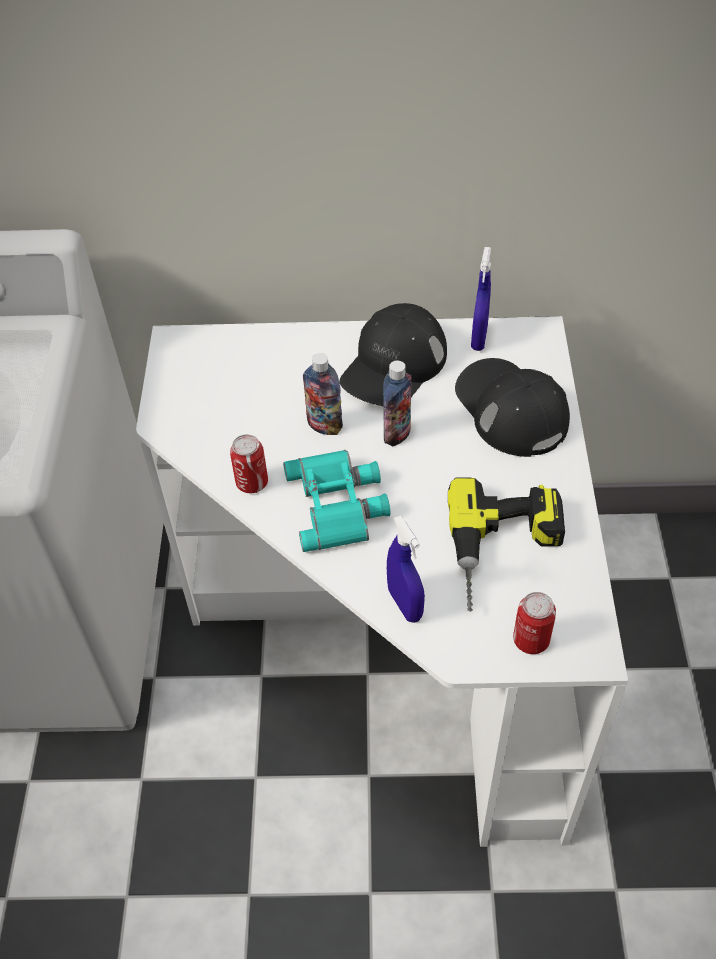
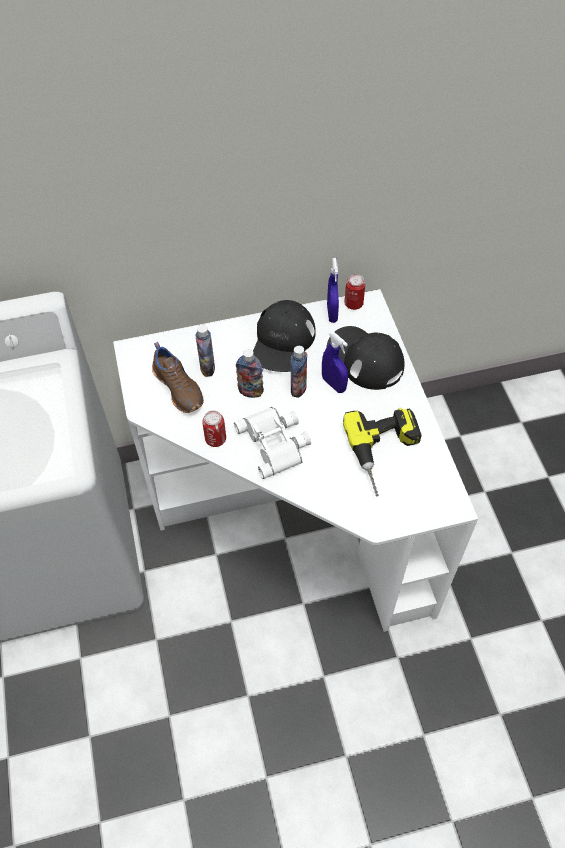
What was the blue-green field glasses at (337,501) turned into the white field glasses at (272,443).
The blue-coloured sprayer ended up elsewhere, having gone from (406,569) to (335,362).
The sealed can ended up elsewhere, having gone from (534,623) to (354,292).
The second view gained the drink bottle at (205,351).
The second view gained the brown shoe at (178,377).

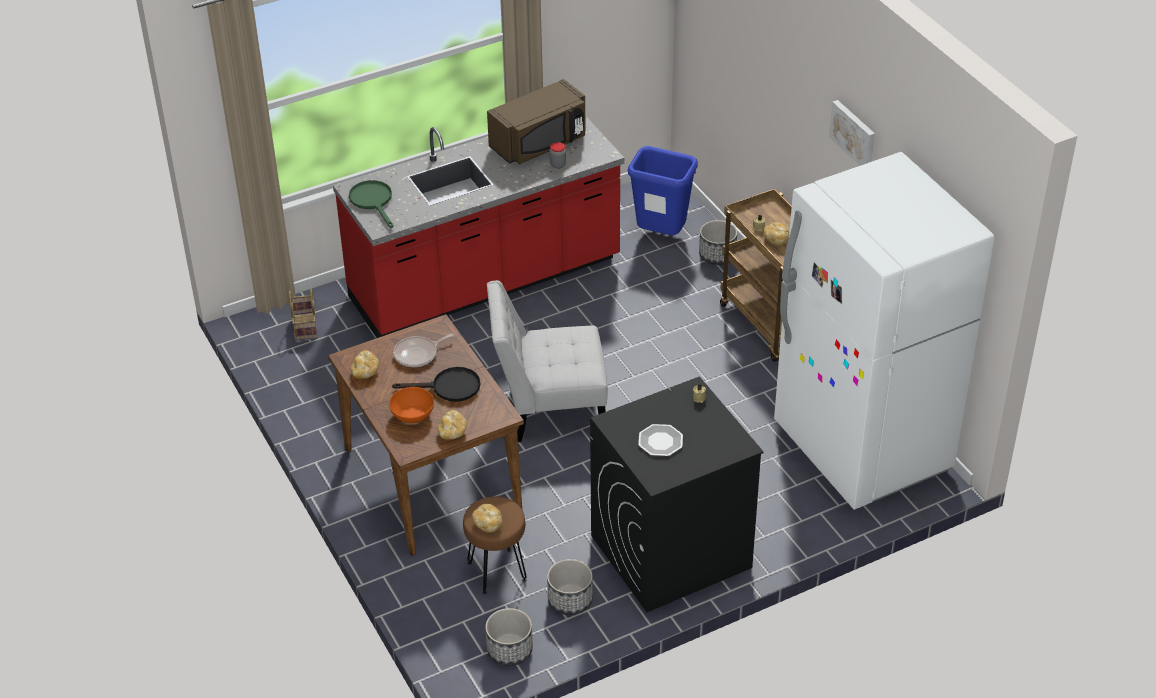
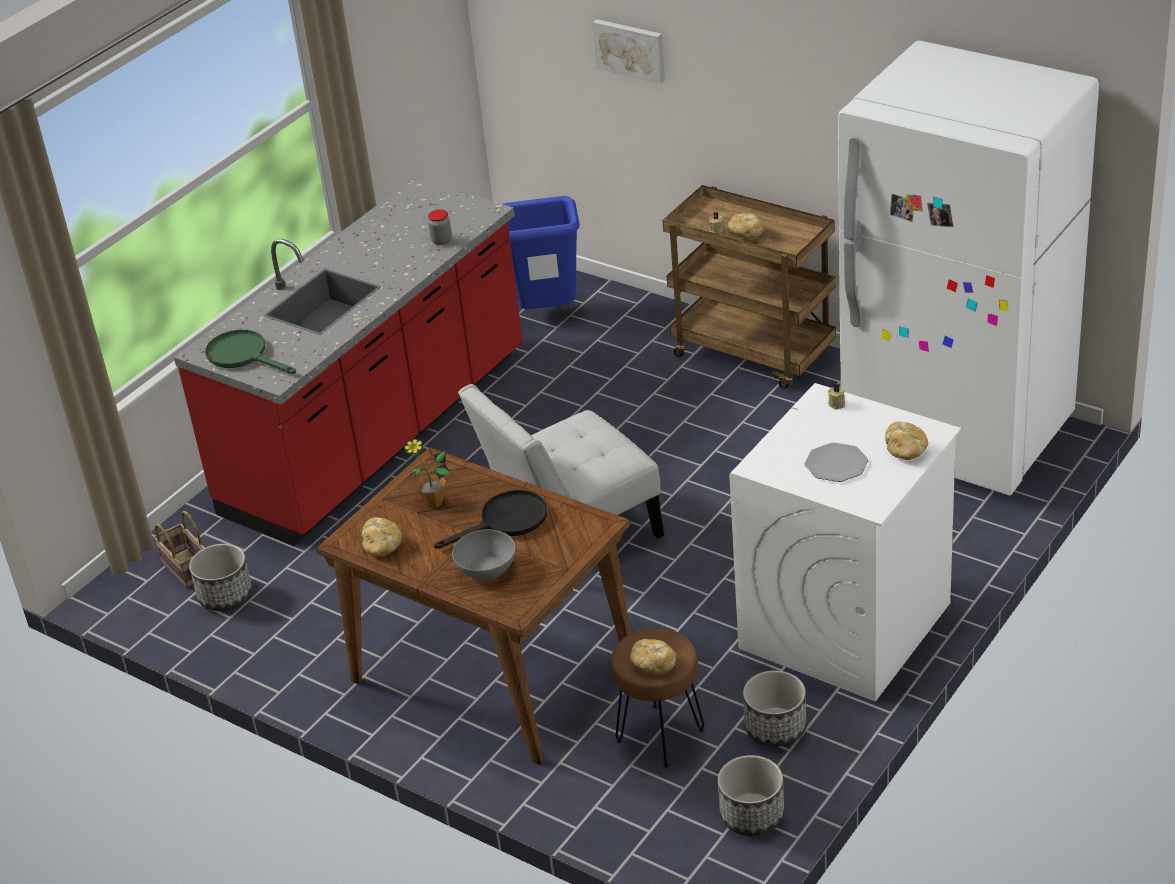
The second view lost the brown microwave oven at (536,121).
The picture ended up elsewhere, having gone from (852,133) to (629,51).
The flower pot ended up elsewhere, having gone from (718,242) to (220,577).
Where the skillet stood at (423,350), the plant in a pot came to stand at (426,473).
What was the blackish laundry appliance at (677,494) turned into the white laundry appliance at (845,542).
What was the orange bowl at (411,405) turned into the gray bowl at (484,554).
The baked bread ended up elsewhere, having gone from (452,425) to (906,441).

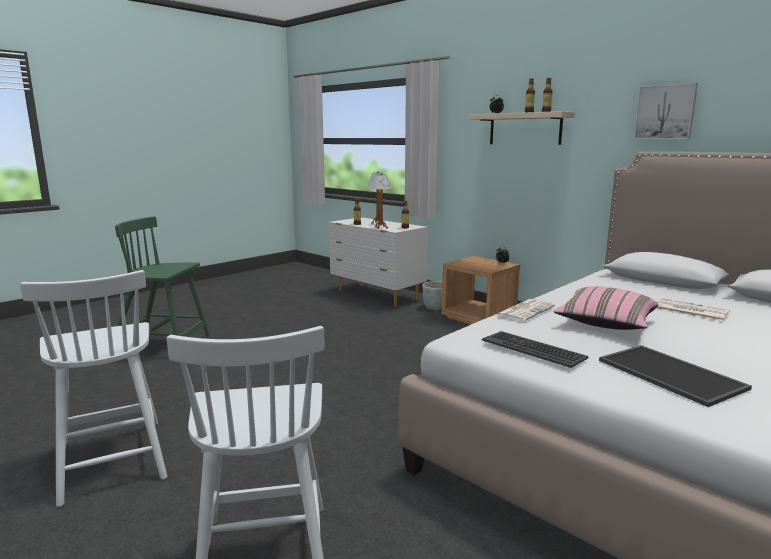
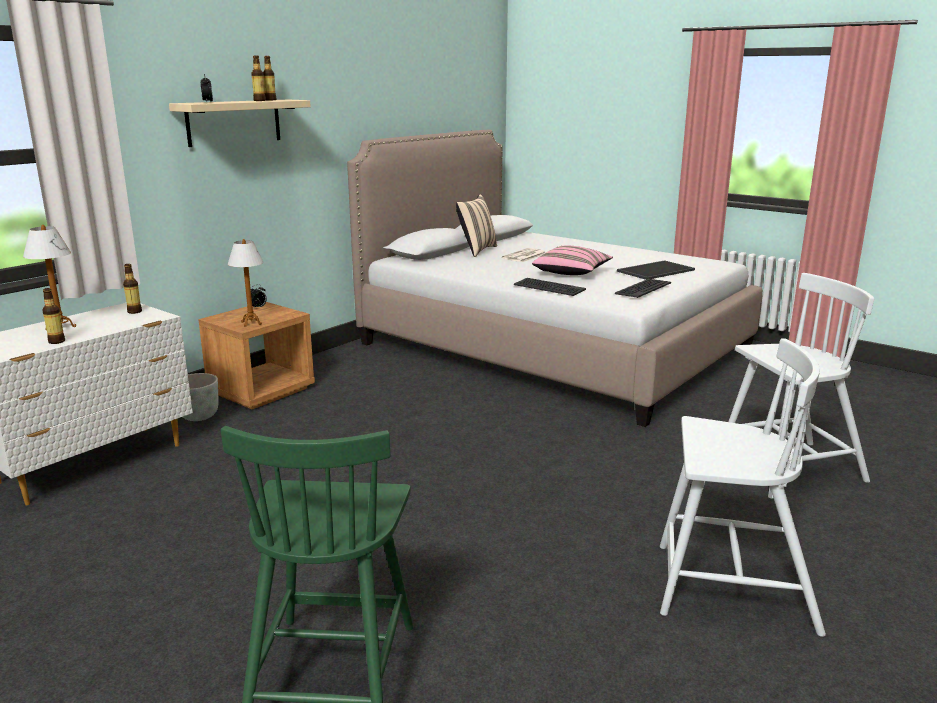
The second view lost the picture at (665,111).
The tabletop lamp ended up elsewhere, having gone from (381,201) to (245,283).
The white upright chair at (93,388) ended up facing another way, 45 degrees clockwise from before.
Where the printed paper stood at (524,310), the PC keyboard came to stand at (550,287).
The second view gained the beige-coloured cushion at (476,225).

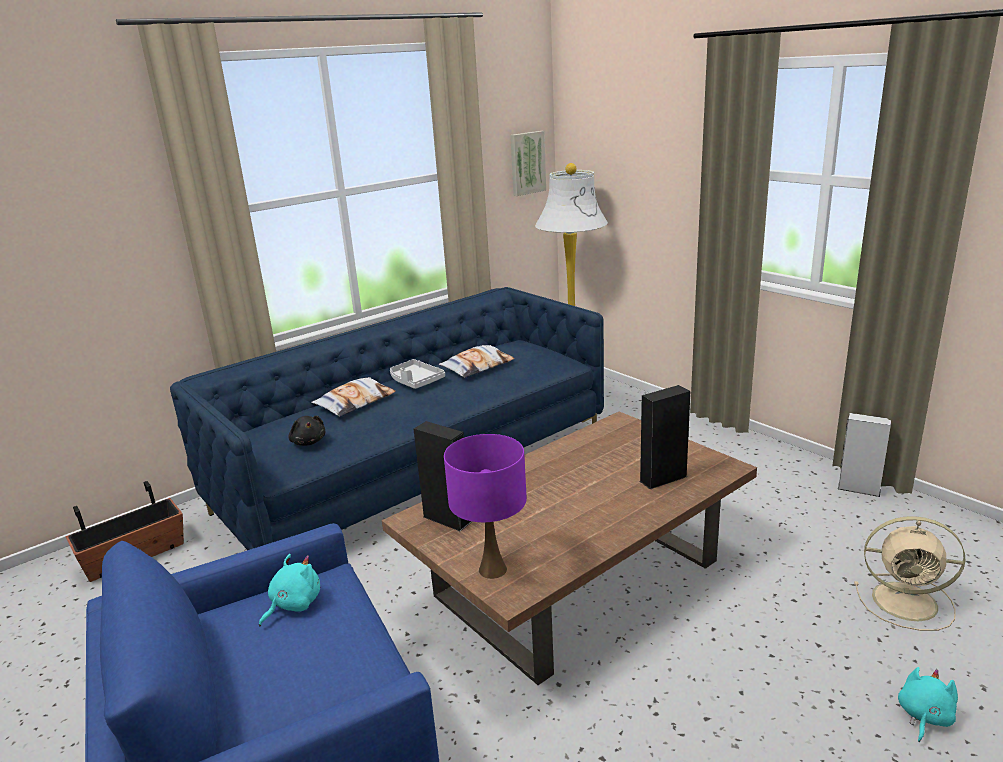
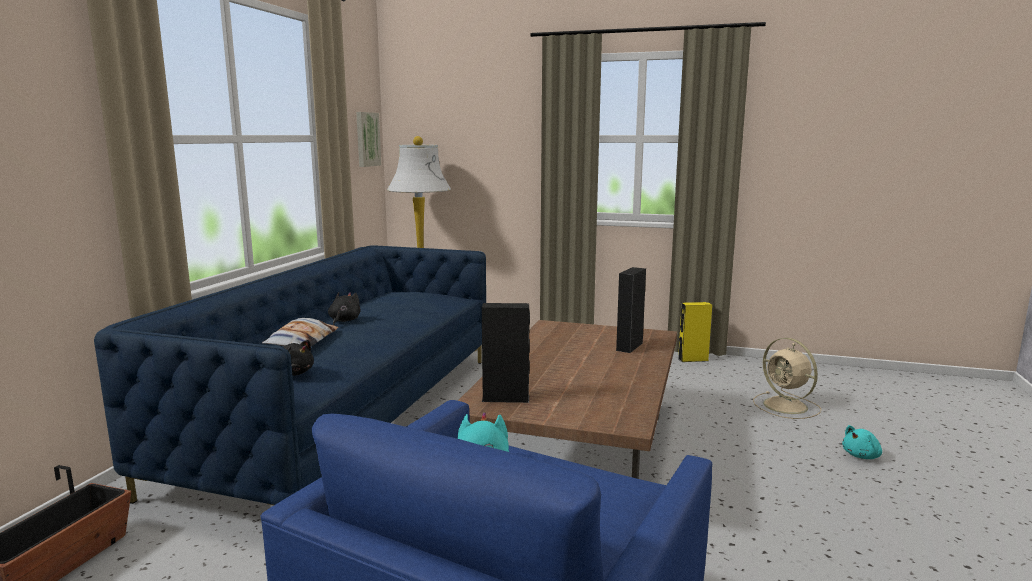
The second view lost the cushion at (477,361).
Where the gray carrying tray stood at (417,374), the blackish plush toy came to stand at (344,308).
What was the gray speaker at (864,455) turned into the yellowish speaker at (695,332).
The second view lost the purplish tabletop lamp at (485,506).
The beige-coloured electric fan at (909,573) ended up facing another way, 75 degrees clockwise from before.
The blue-green plush toy at (928,704) ended up facing another way, 120 degrees counterclockwise from before.

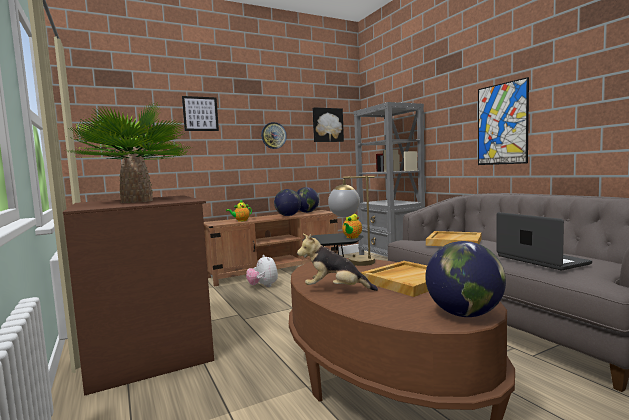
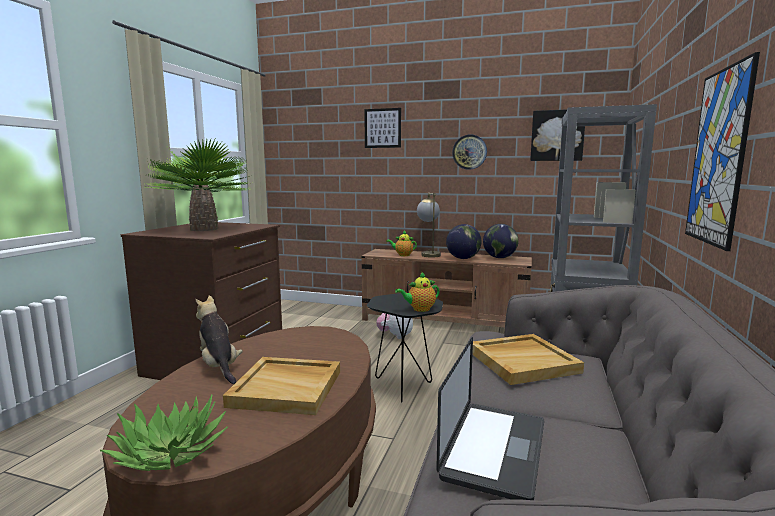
The tabletop lamp ended up elsewhere, having gone from (351,220) to (429,225).
Where the world globe stood at (465,279), the plant in a pot came to stand at (164,432).

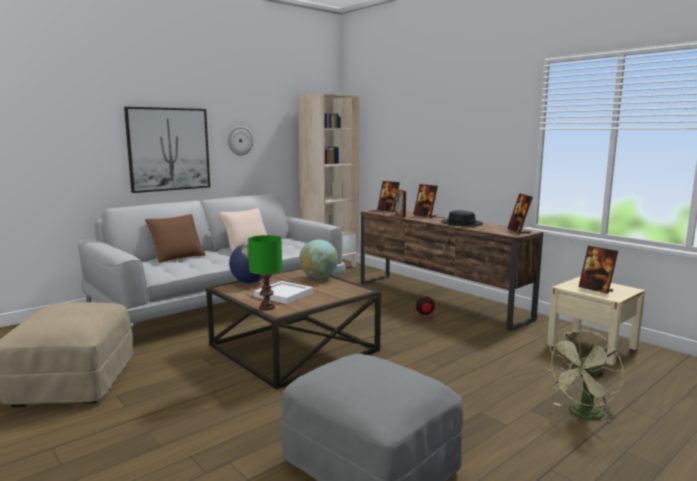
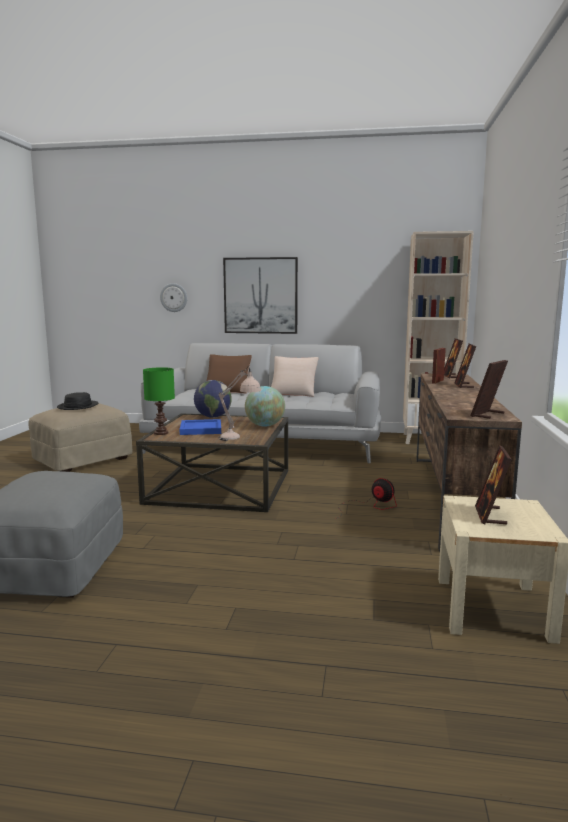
The wall clock ended up elsewhere, having gone from (241,140) to (173,297).
The blackish wearable hat ended up elsewhere, having gone from (462,218) to (77,401).
What was the white carrying tray at (283,292) turned into the blue-coloured carrying tray at (200,427).
The second view lost the greenish electric fan at (584,377).
The second view gained the beige-coloured tabletop lamp at (239,403).

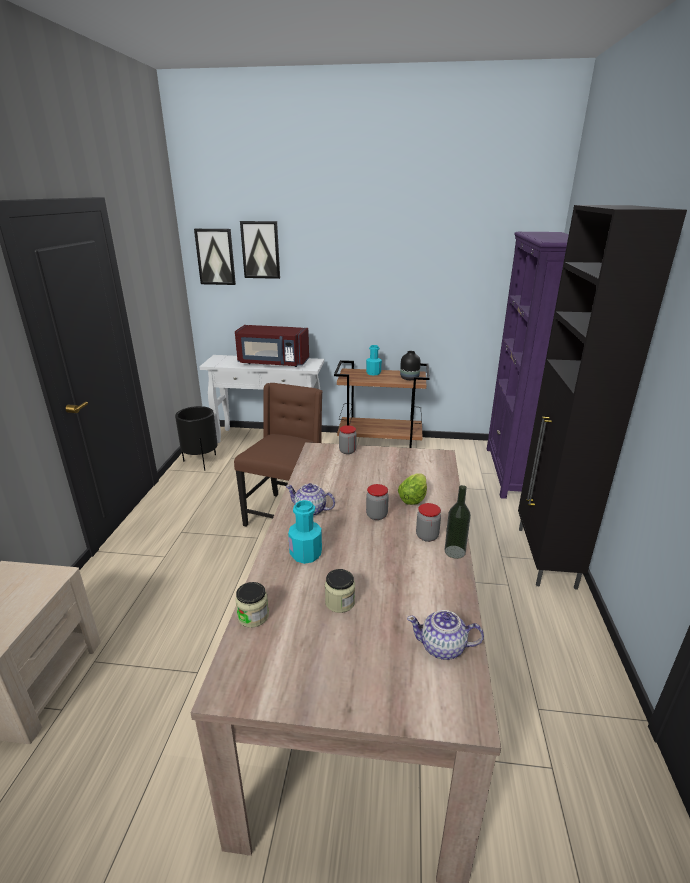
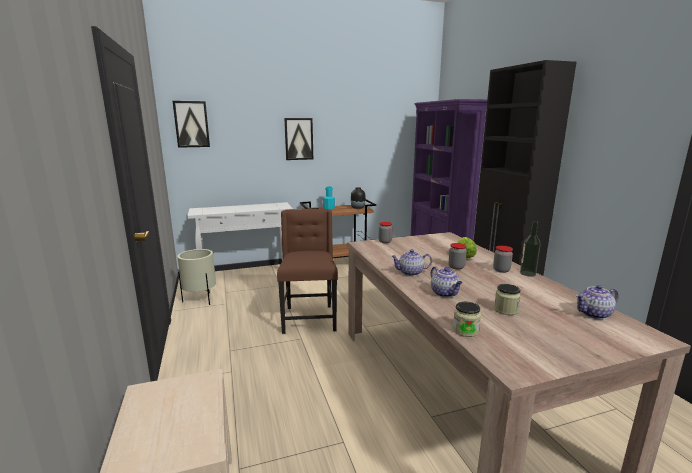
The picture ended up elsewhere, having gone from (260,250) to (298,139).
The second view lost the red-coloured microwave oven at (272,346).
What was the blackish flower pot at (196,438) turned into the beige-coloured flower pot at (196,277).
Where the blue-green drink bottle stood at (305,532), the tea pot came to stand at (447,281).

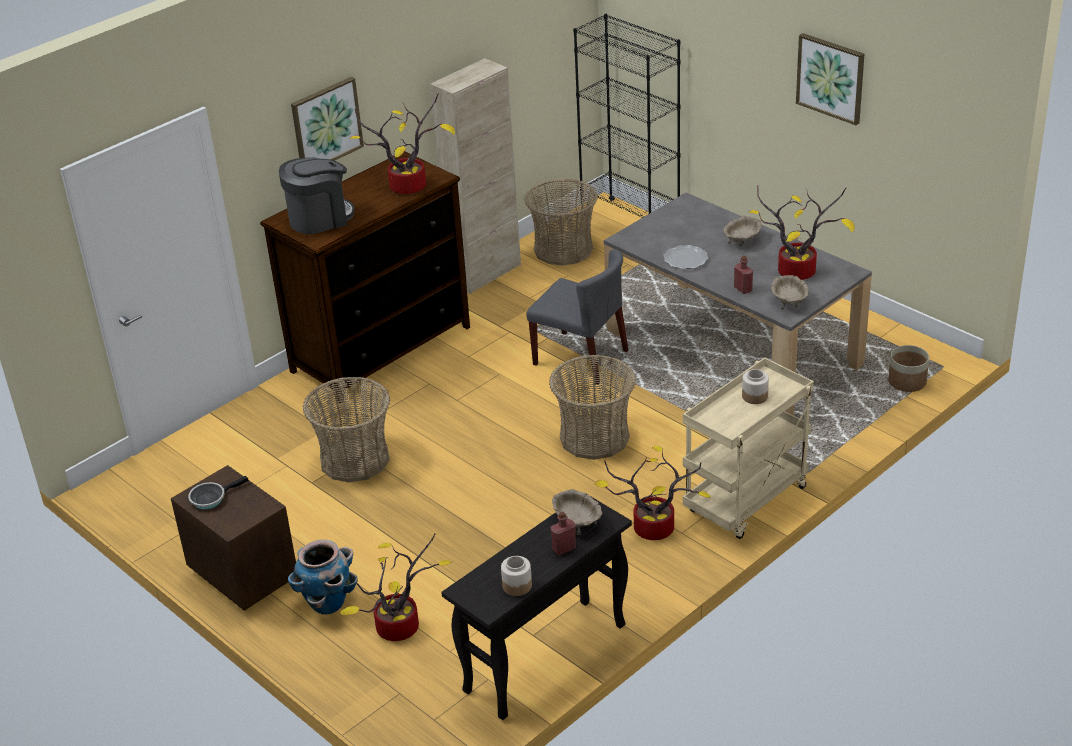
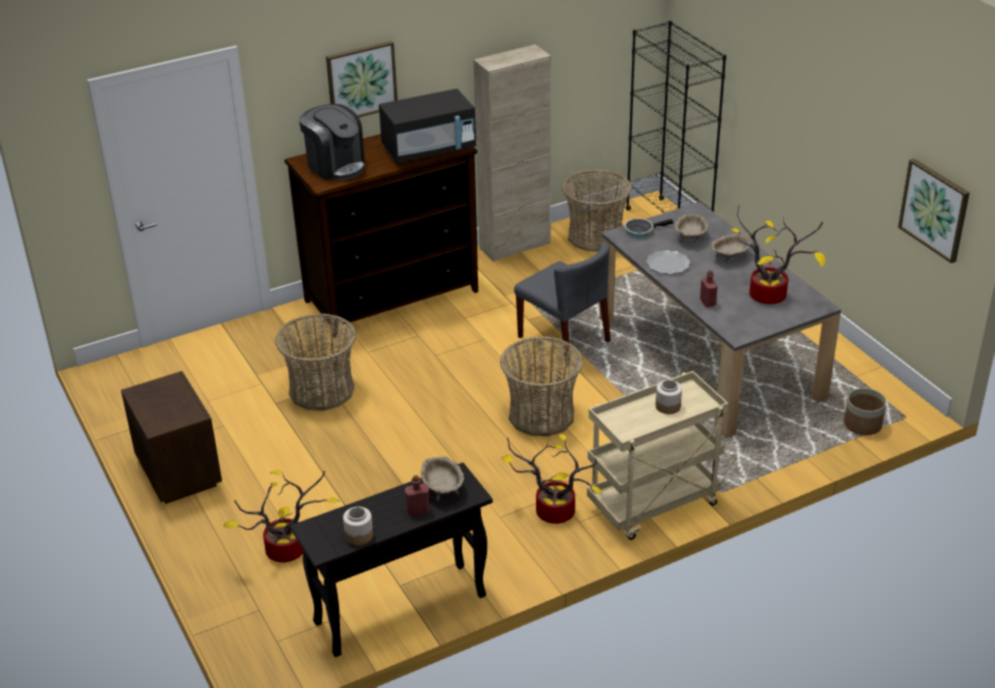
The picture ended up elsewhere, having gone from (830,79) to (934,211).
Where the plant in a pot stood at (402,143), the blackish microwave oven came to stand at (427,126).
The coffee maker at (317,195) ended up facing another way, 60 degrees clockwise from before.
The beige-coloured bowl ended up elsewhere, having gone from (790,292) to (692,228).
The skillet ended up elsewhere, having gone from (218,492) to (648,227).
The second view lost the flower pot at (323,577).

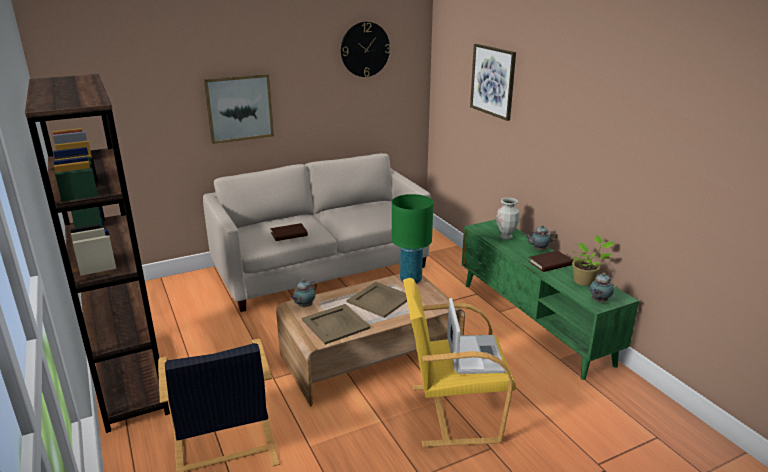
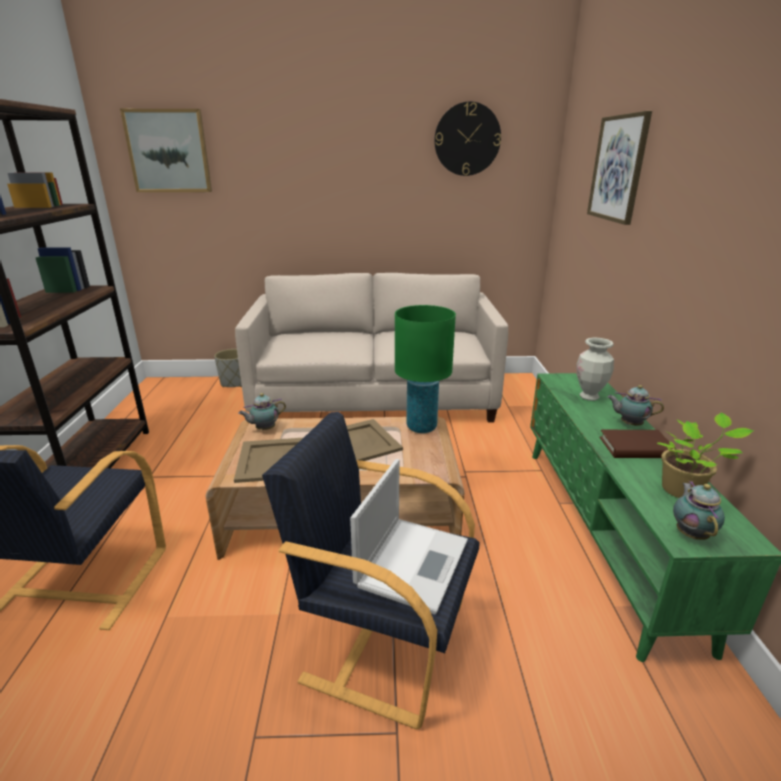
The picture ended up elsewhere, having gone from (239,109) to (166,150).
The second view lost the brown volume at (289,232).
The tea pot at (602,287) ended up facing another way, 120 degrees clockwise from before.
What was the yellowish armchair at (459,362) turned into the blackish armchair at (370,570).
The second view gained the gray flower pot at (228,368).

